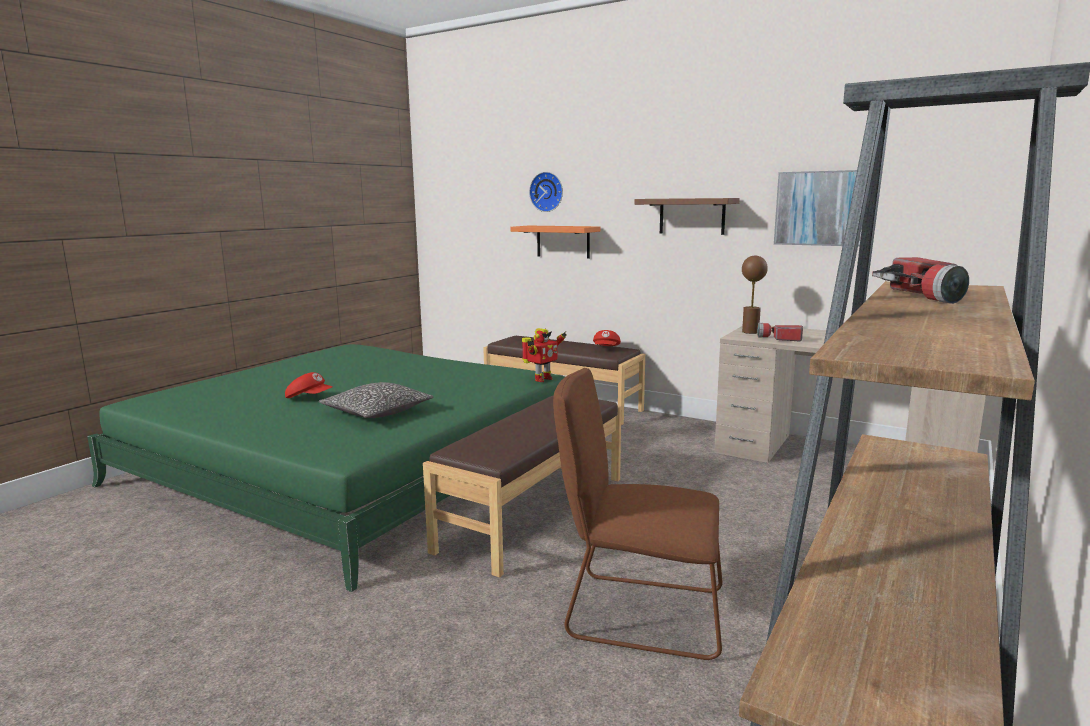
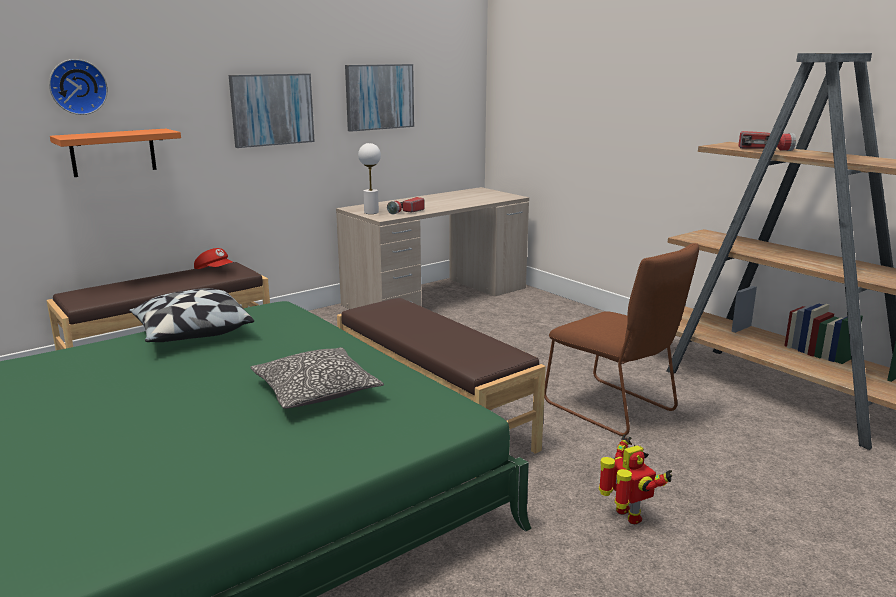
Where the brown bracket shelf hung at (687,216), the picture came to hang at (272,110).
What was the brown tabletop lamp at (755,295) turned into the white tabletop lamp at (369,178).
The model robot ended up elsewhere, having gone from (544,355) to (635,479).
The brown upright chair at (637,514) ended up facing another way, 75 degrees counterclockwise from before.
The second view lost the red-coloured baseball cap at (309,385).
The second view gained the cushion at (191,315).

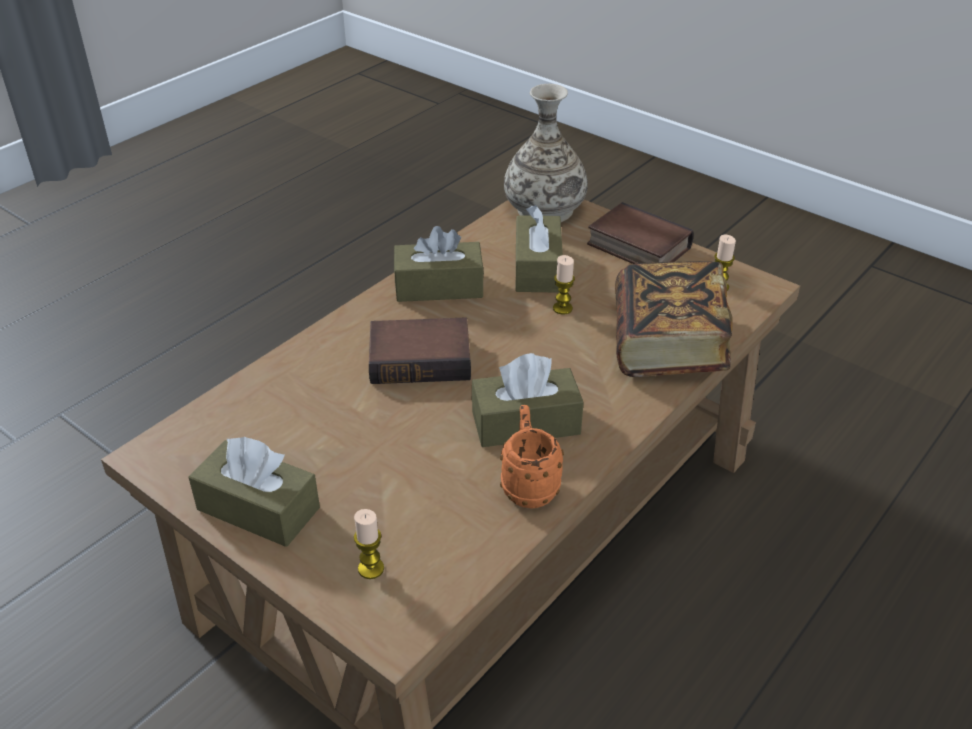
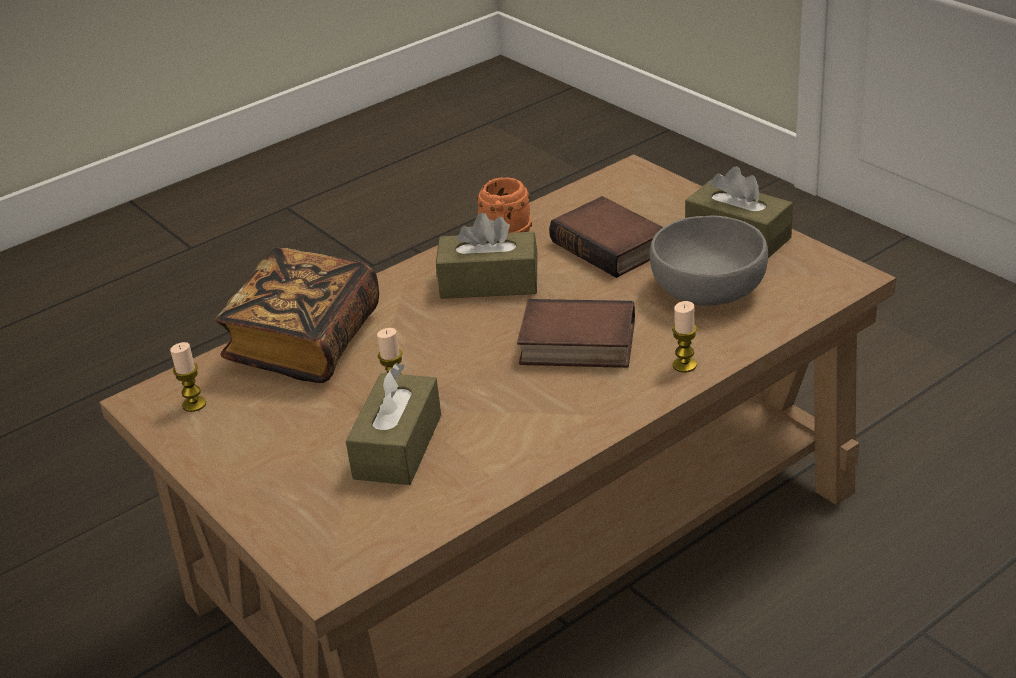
The second view lost the vase at (546,153).
The volume ended up elsewhere, having gone from (640,233) to (606,237).
The second view lost the brown box of tissues at (439,264).
The wax candle ended up elsewhere, having gone from (369,544) to (684,337).
The second view gained the gray bowl at (708,260).

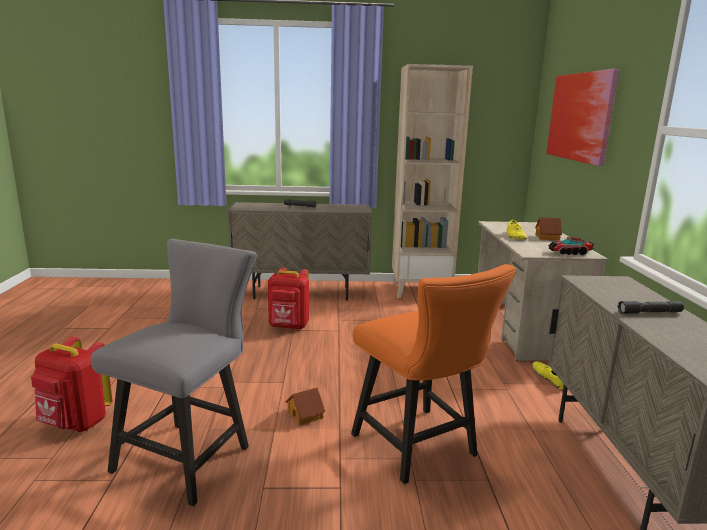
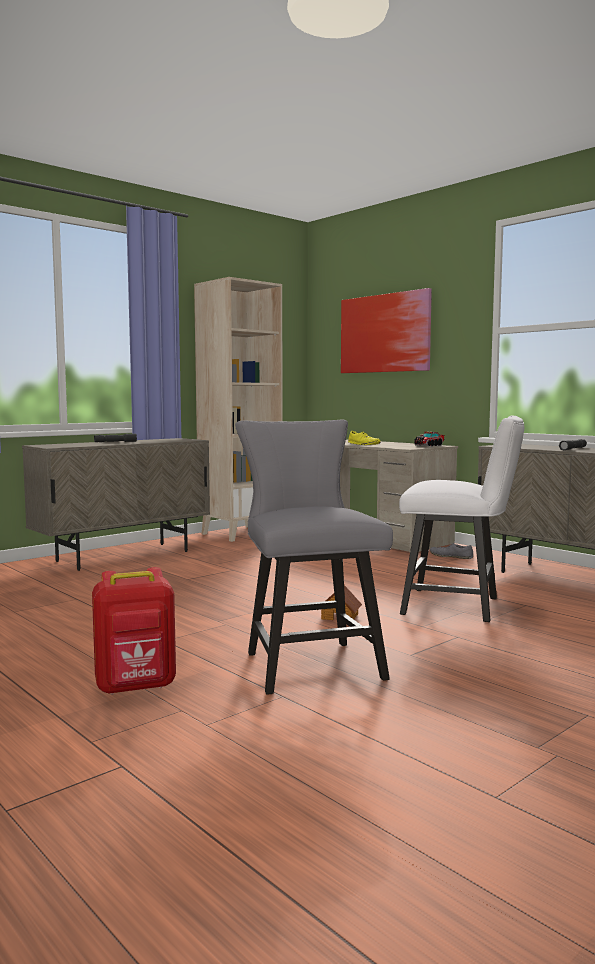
The second view lost the toy house at (548,228).
What was the orange upright chair at (433,374) turned into the white upright chair at (461,519).
The second view lost the red-coloured backpack at (288,299).
What was the yellowish shoe at (548,375) turned into the gray shoe at (451,551).

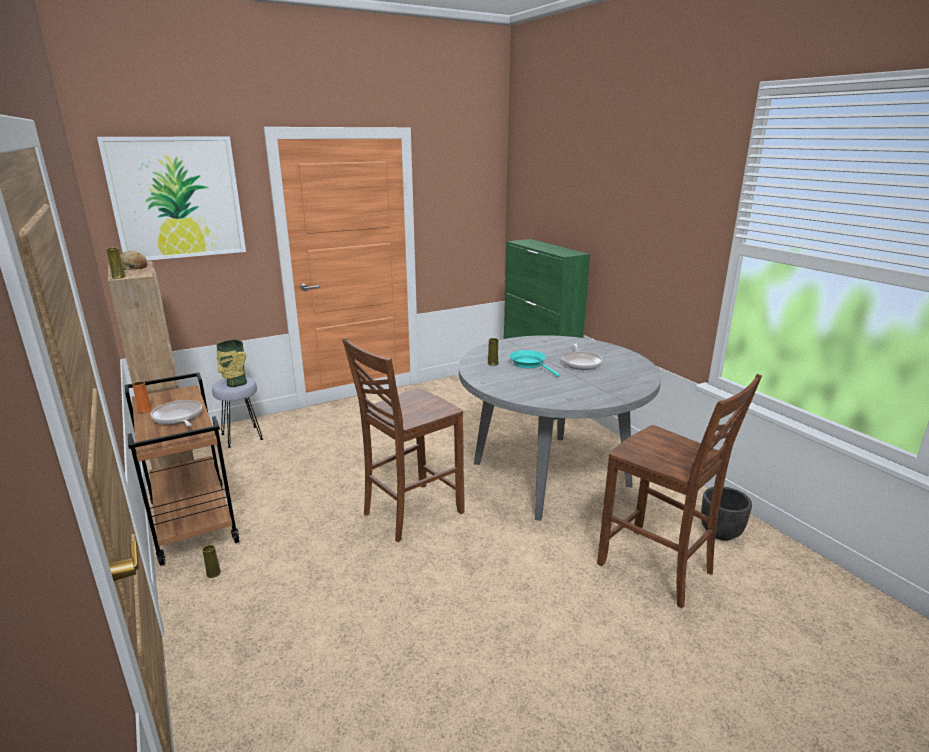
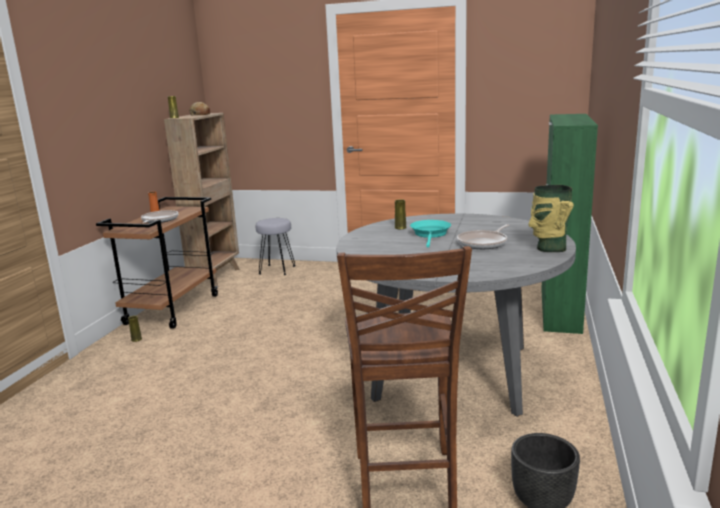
The second view lost the picture at (171,198).
The second view lost the brown upright chair at (403,439).
The vase ended up elsewhere, having gone from (231,363) to (551,218).

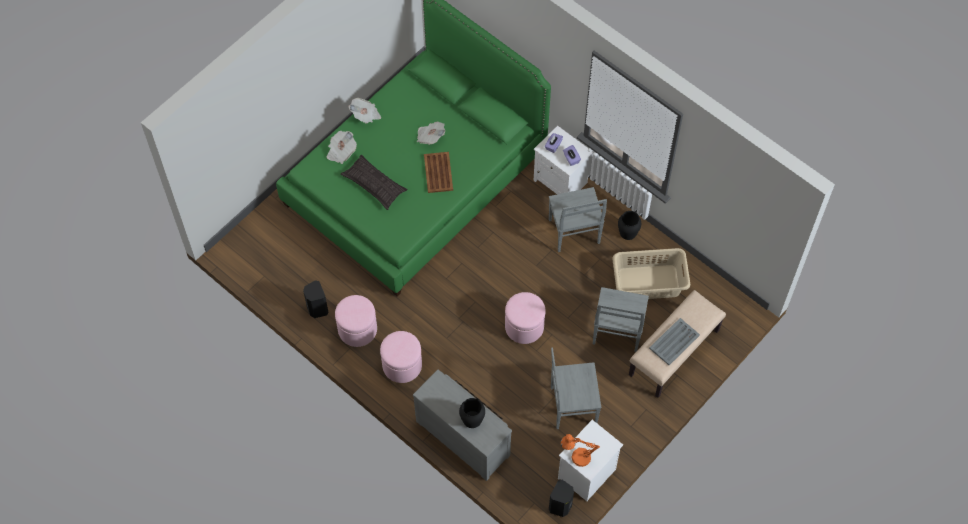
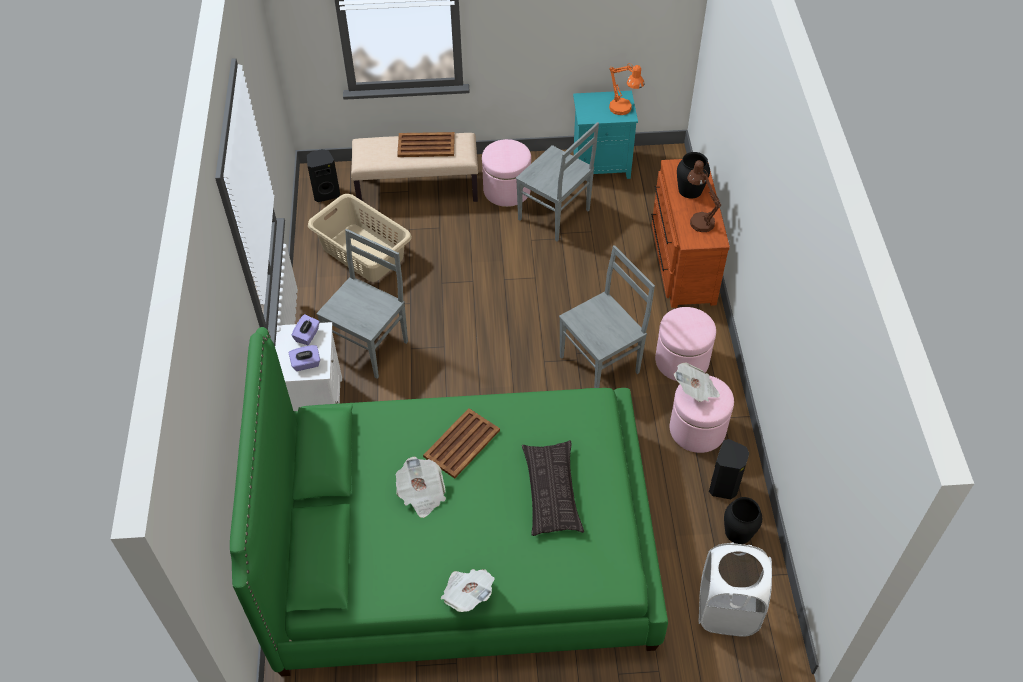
The printed paper ended up elsewhere, having gone from (342,147) to (697,382).
The blackish vase ended up elsewhere, having gone from (629,225) to (743,520).
The gray upright chair ended up elsewhere, having gone from (621,319) to (607,316).
The pink-coloured ottoman ended up elsewhere, having gone from (525,318) to (506,173).
What was the gray carrying tray at (674,341) turned into the brown carrying tray at (426,144).
What was the gray drawer chest at (462,425) turned into the brown drawer chest at (690,233).
What was the white night table at (590,460) turned into the blue-green night table at (605,135).
The blackish speaker ended up elsewhere, having gone from (561,498) to (323,175).
The second view gained the brown tabletop lamp at (704,196).
The second view gained the white laundry basket at (735,590).

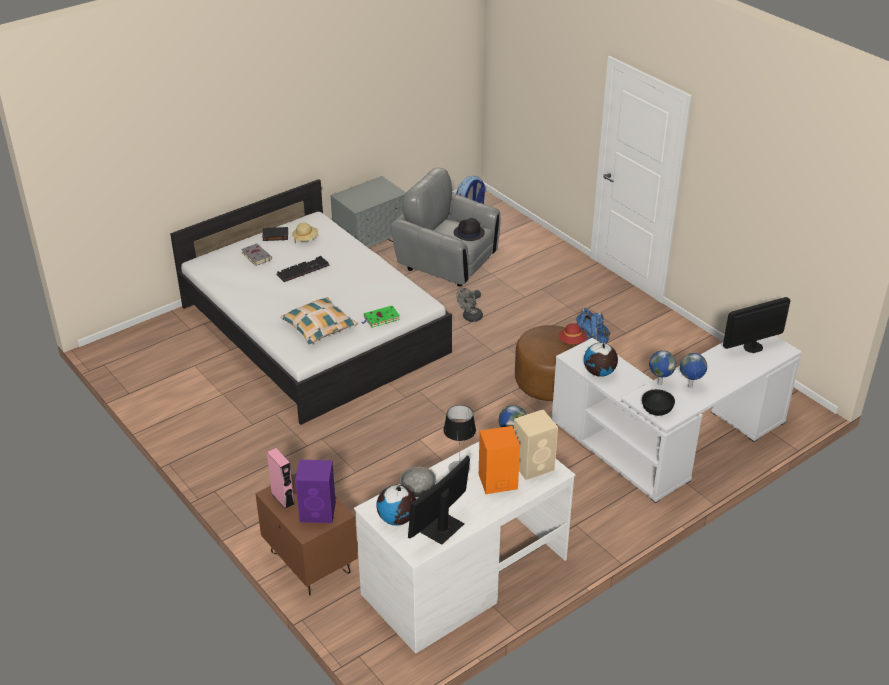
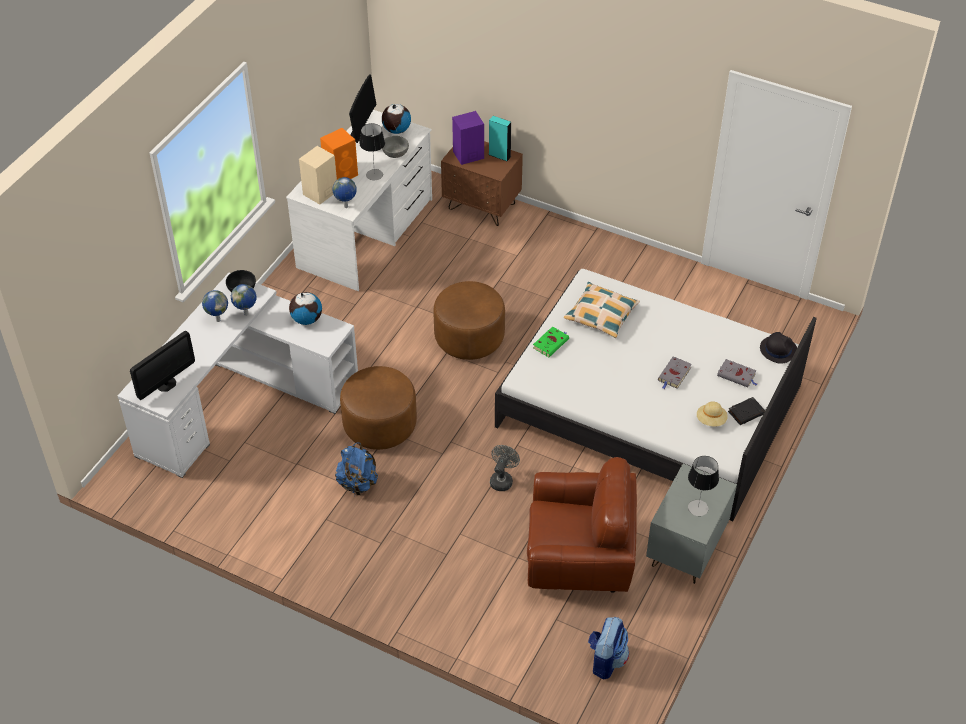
What was the gray armchair at (445,227) turned into the brown armchair at (582,525).
The blackish wearable hat ended up elsewhere, having gone from (469,229) to (778,348).
Where the PC keyboard stood at (303,269), the gray volume came to stand at (675,372).
The second view lost the red-coloured wearable hat at (573,333).
What was the pink-coloured speaker at (281,479) turned into the blue-green speaker at (500,138).
The second view gained the brown ottoman at (469,320).
The second view gained the tabletop lamp at (703,486).

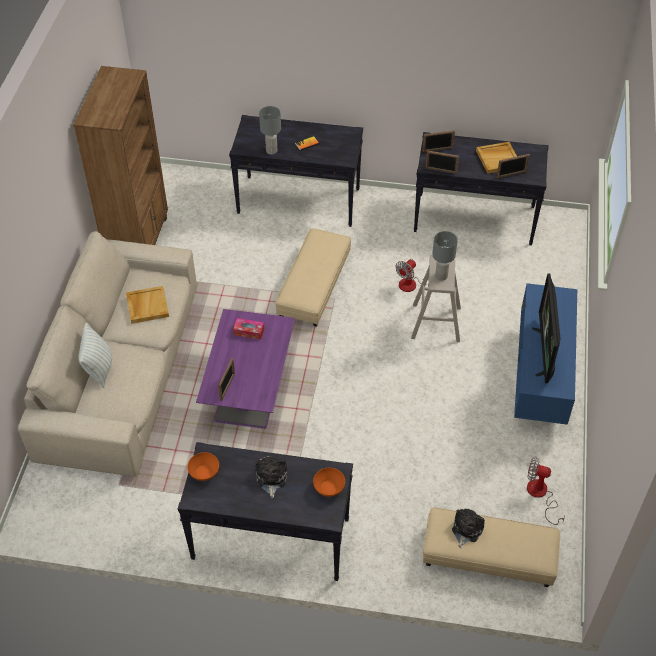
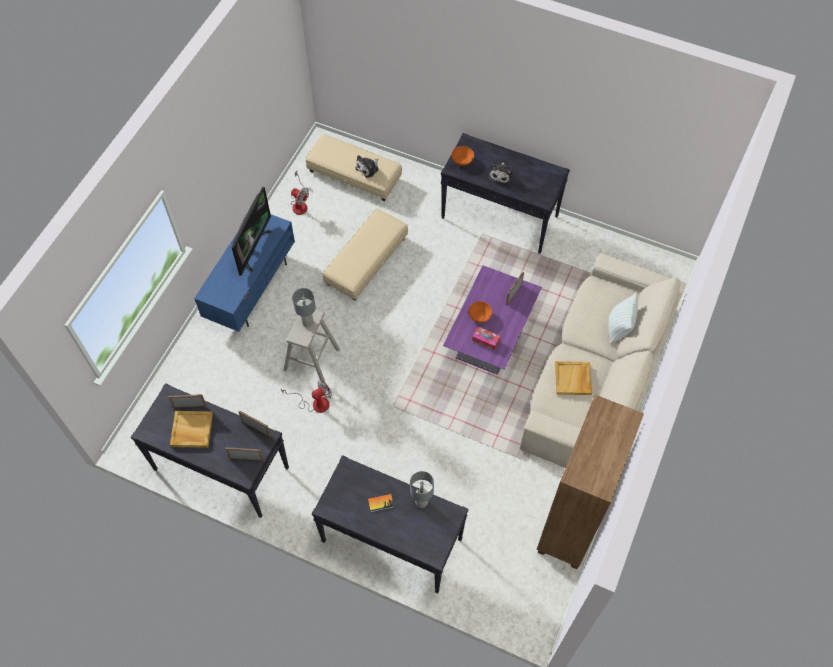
The beige-coloured ottoman ended up elsewhere, having gone from (313,277) to (365,255).
The orange bowl ended up elsewhere, having gone from (203,466) to (480,312).

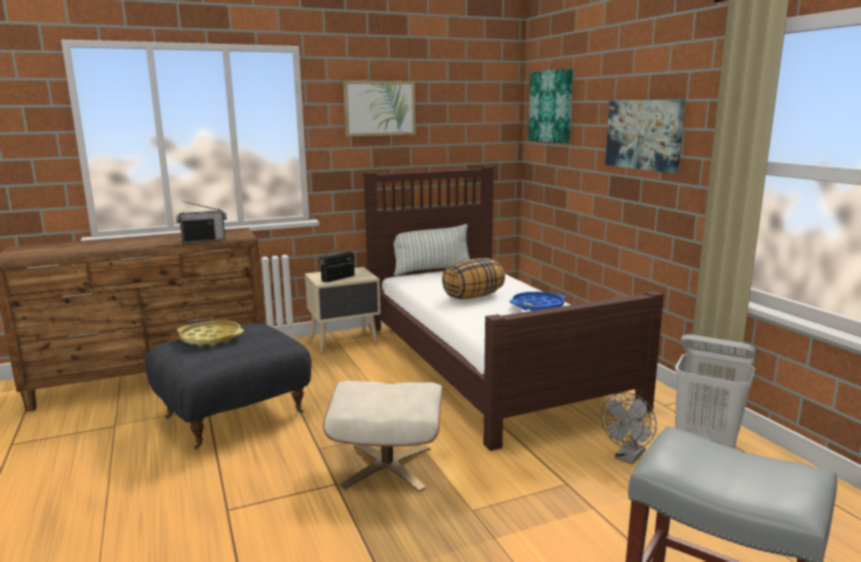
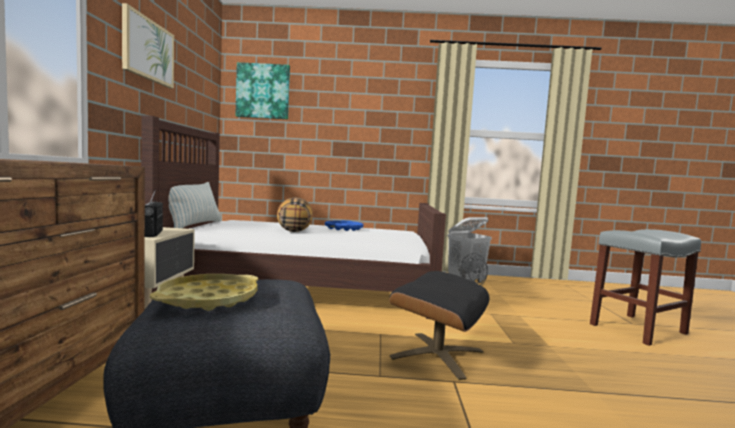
The second view lost the picture at (645,137).
The second view lost the radio set at (201,222).
What was the beige-coloured ottoman at (383,436) turned into the blackish ottoman at (439,325).

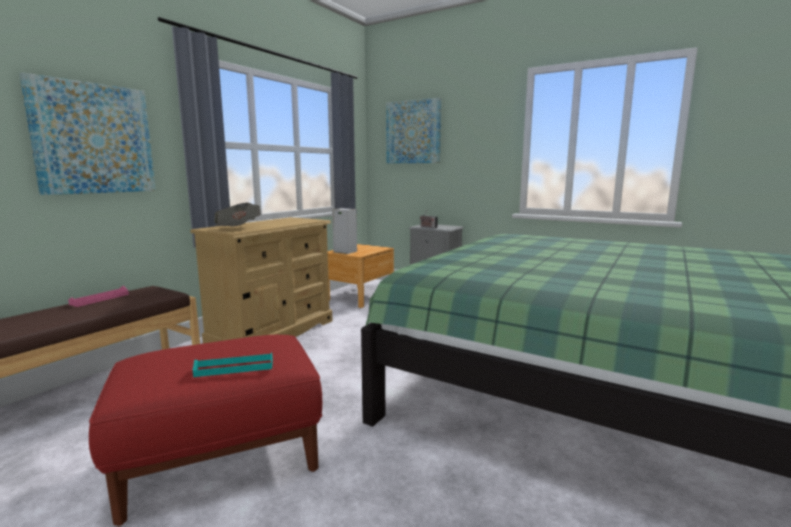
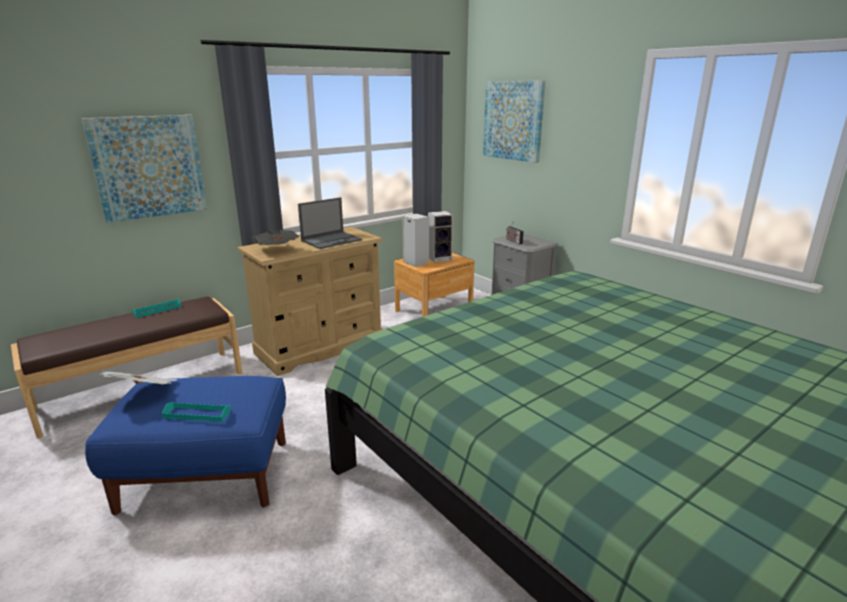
What was the pink-coloured carrying tray at (98,296) turned into the blue-green carrying tray at (156,308).
What was the red-coloured ottoman at (205,430) turned into the blue-coloured ottoman at (185,445).
The second view gained the laptop at (330,223).
The second view gained the speaker at (440,236).
The second view gained the printed paper at (139,378).

